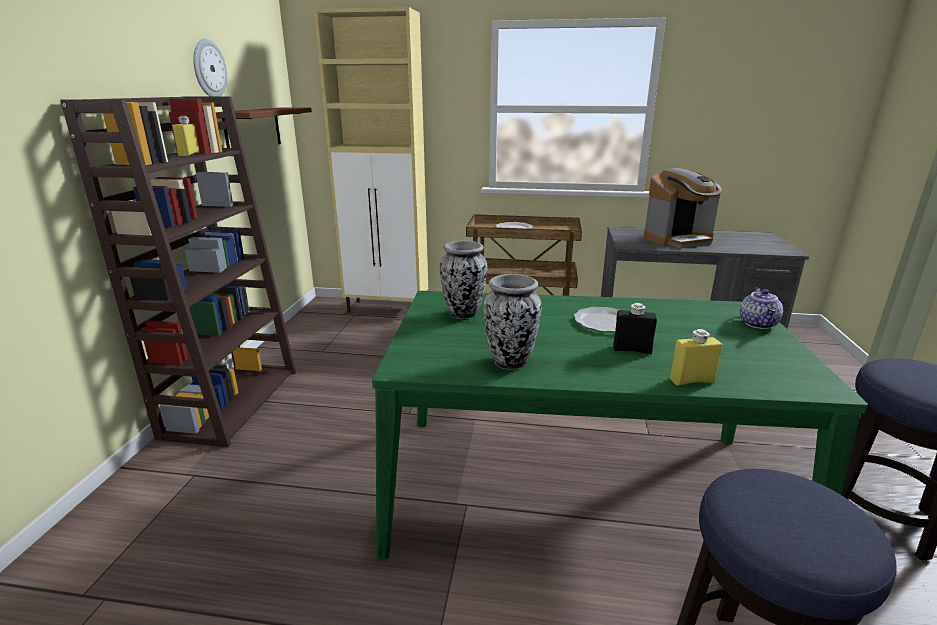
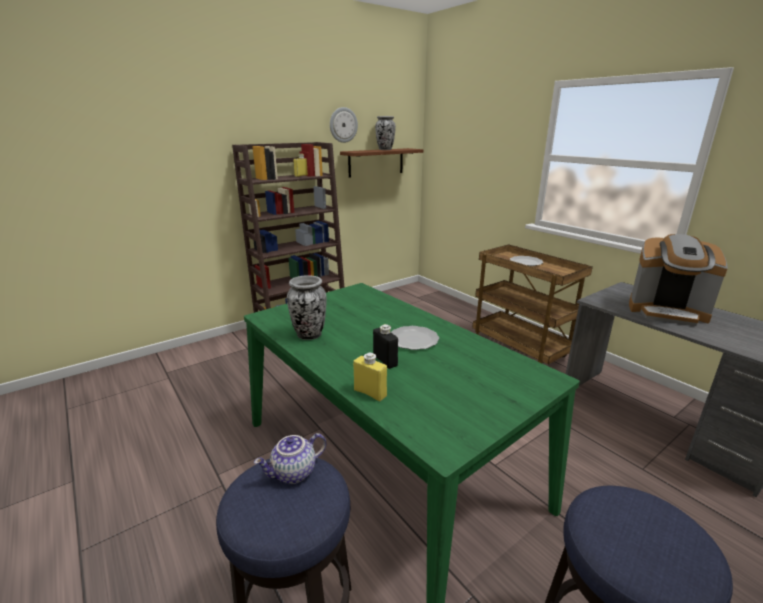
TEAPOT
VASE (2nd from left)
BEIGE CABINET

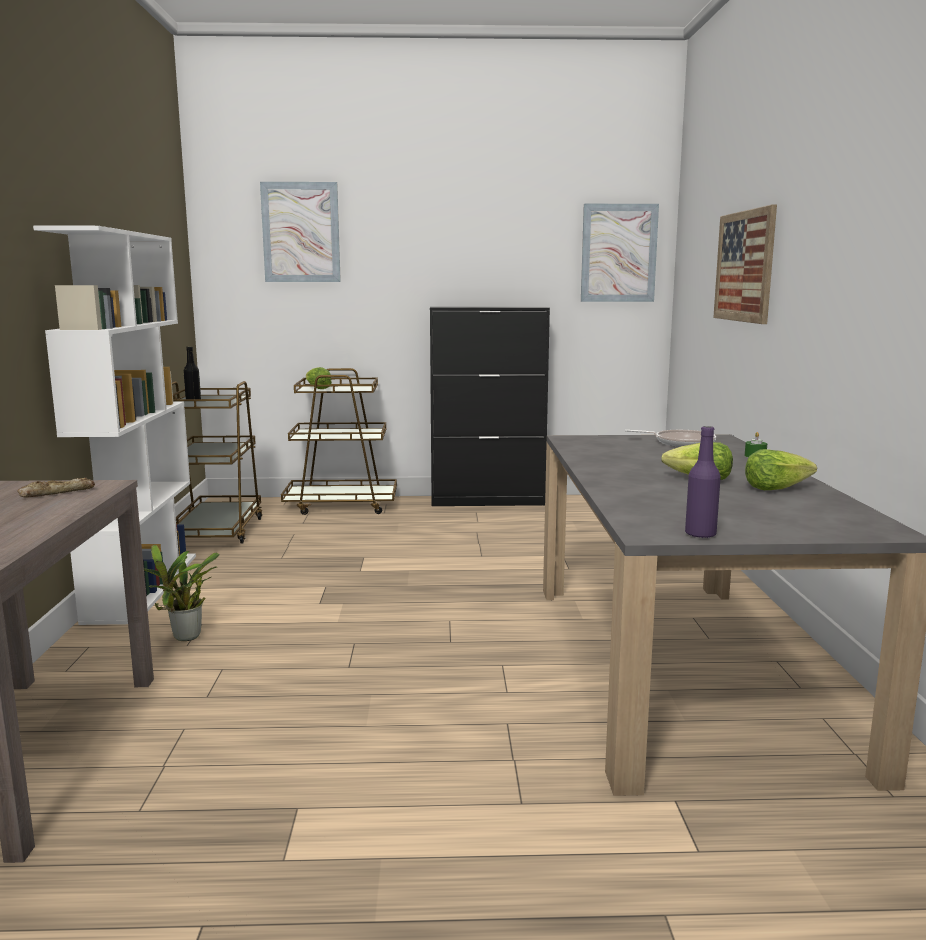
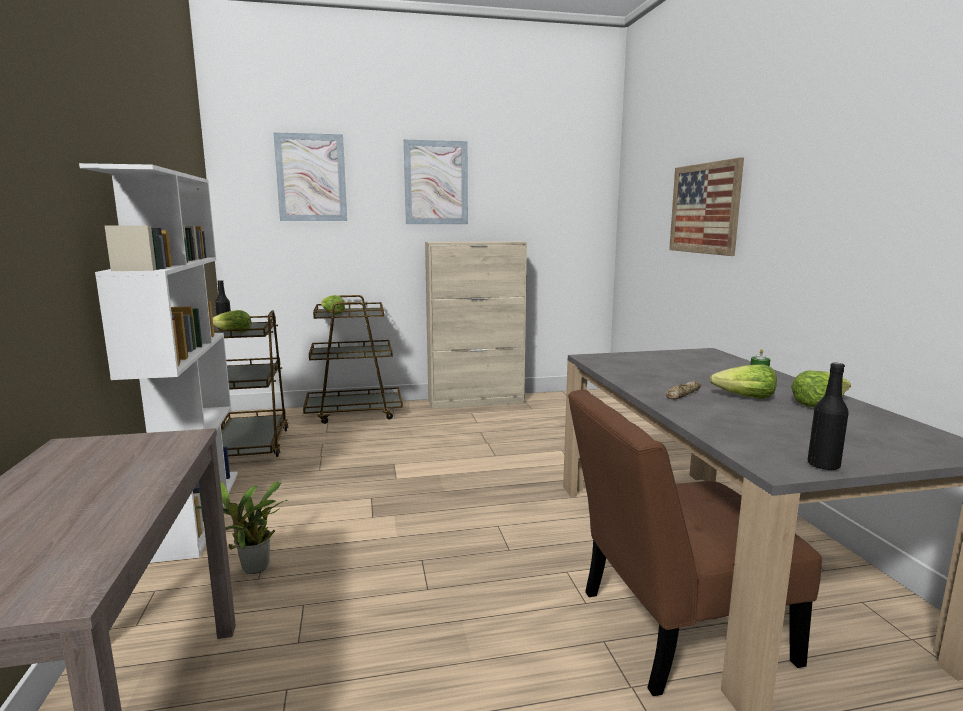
LETTUCE (1st from left)
PICTURE (2nd from left)
BEIGE CABINET
BROWN CHAIR
BREAD
BLACK BOTTLE (2nd from left)
FRYING PAN

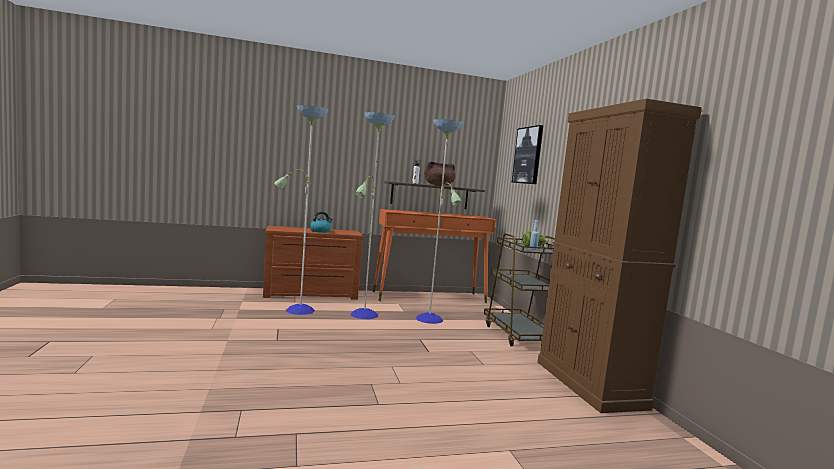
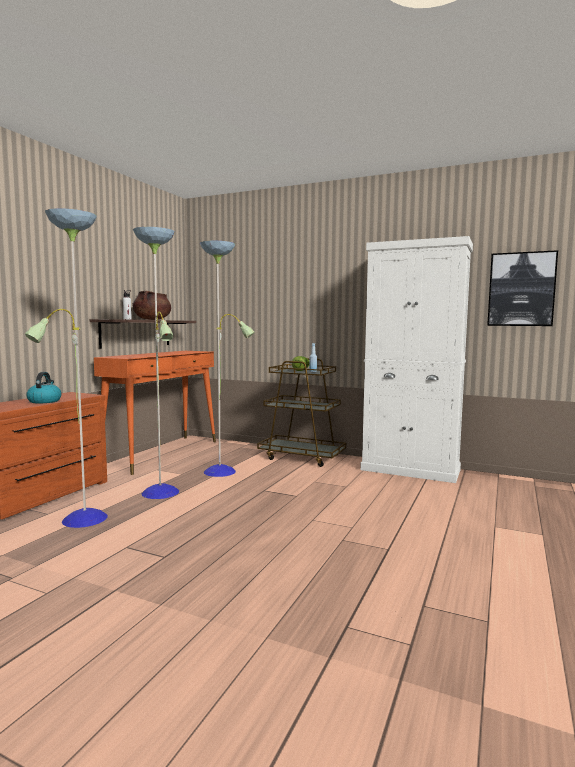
WHITE CABINET
PICTURE

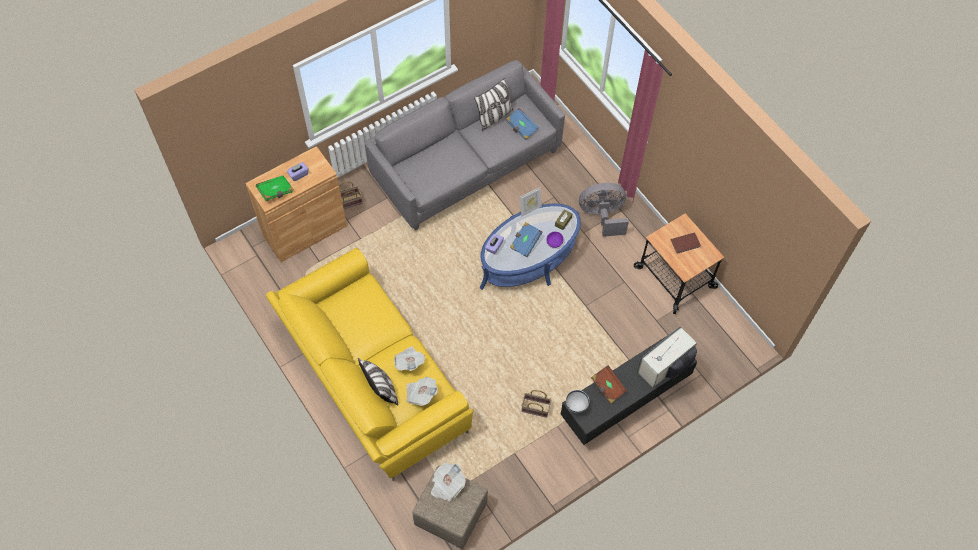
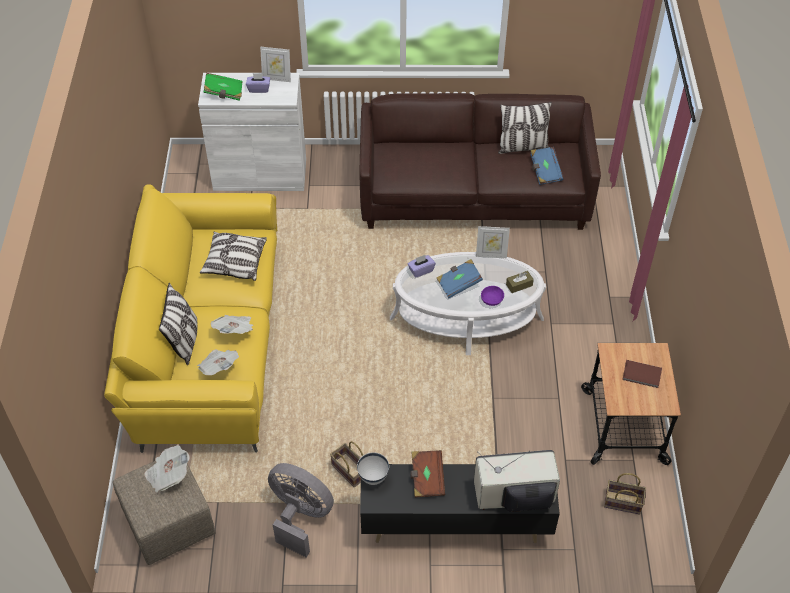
WHITE CABINET
PILLOW (2nd from left)
PICTURE FRAME (1st from left)
GREY FAN
BROWN SOFA
WHITE COFFEE TABLE
BASKET (2nd from left)

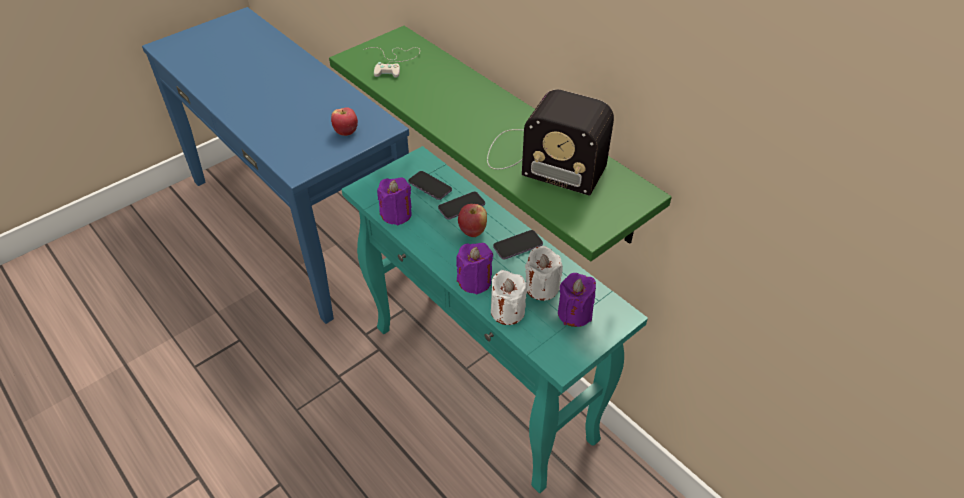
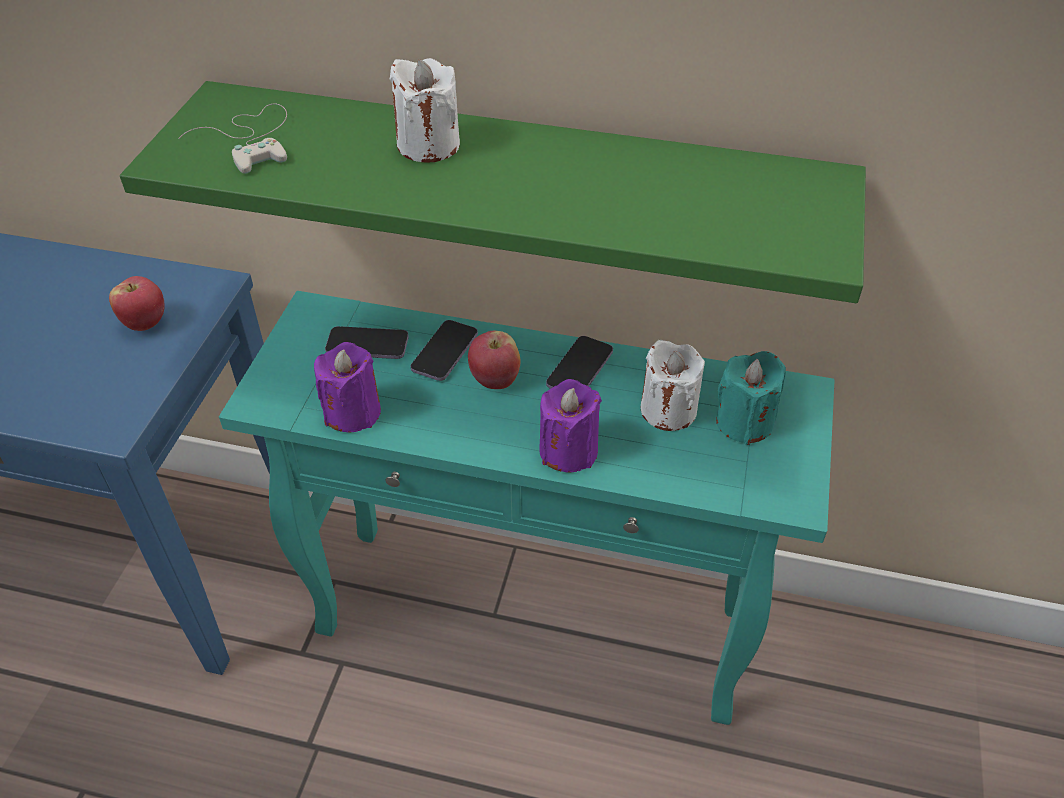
WHITE CANDLE (1st from left)
TURQUOISE CANDLE
RADIO

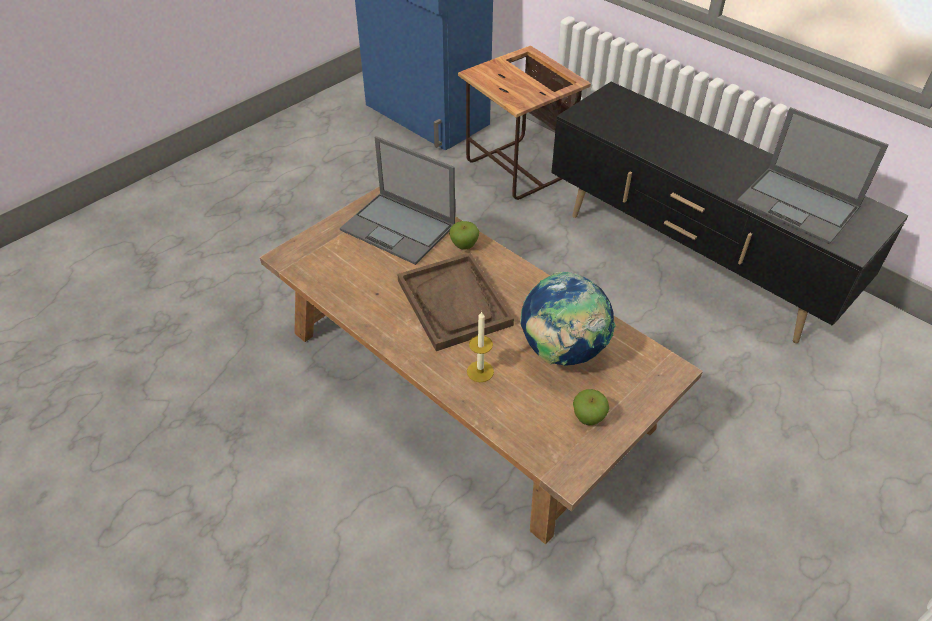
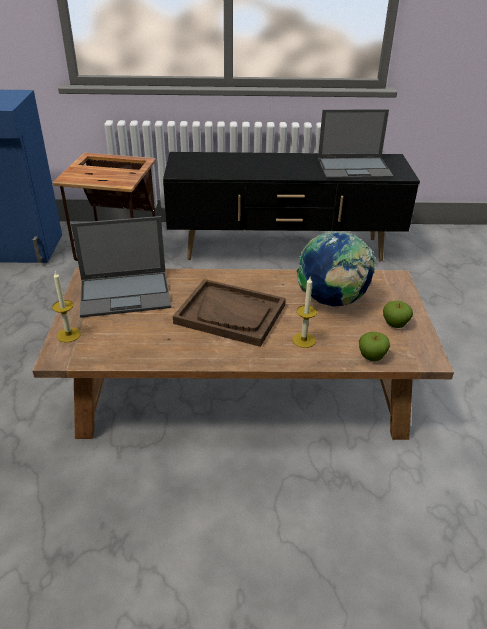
CANDLE (1st from left)
APPLE (1st from left)

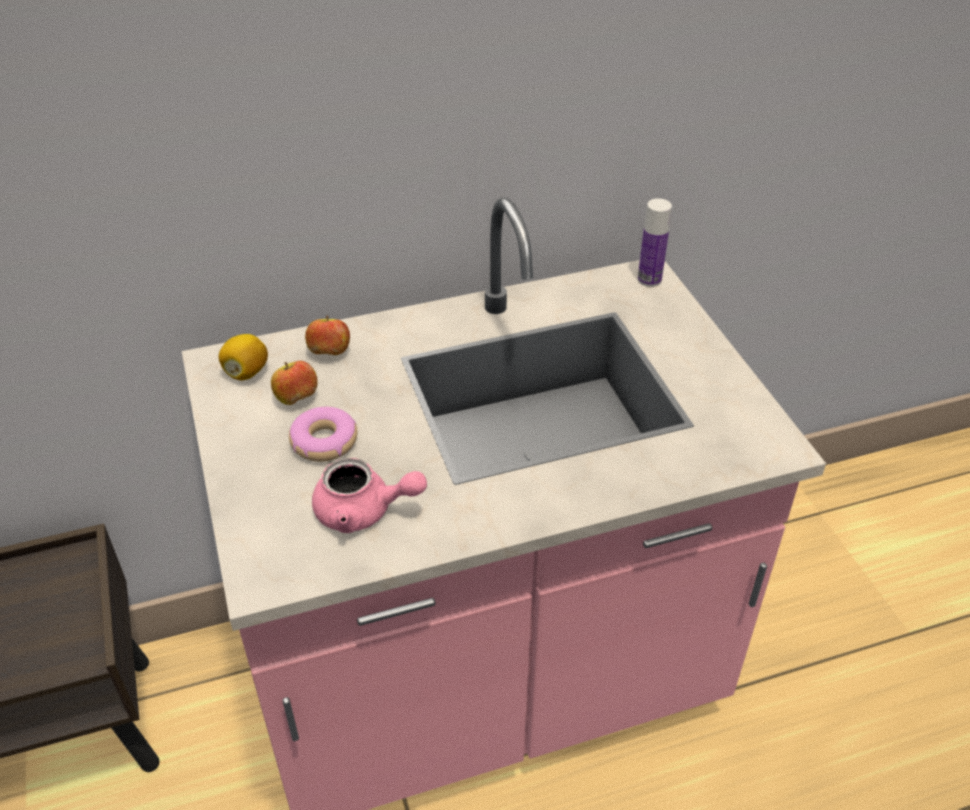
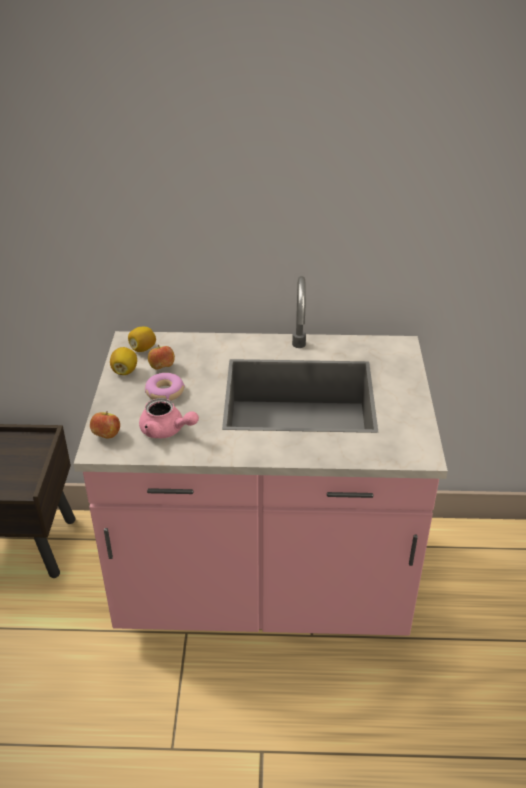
APPLE (1st from left)
LEMON (1st from left)
BOTTLE

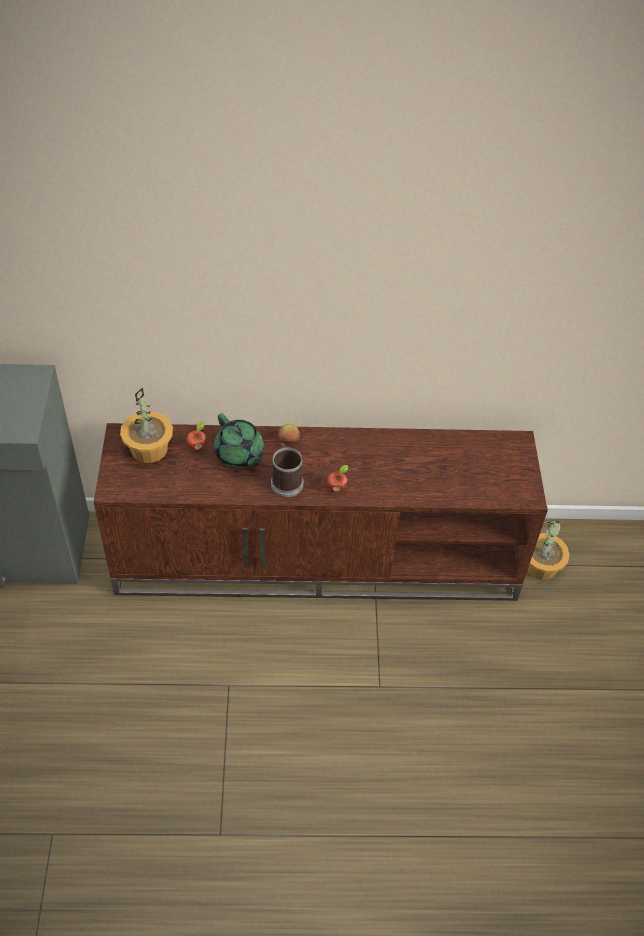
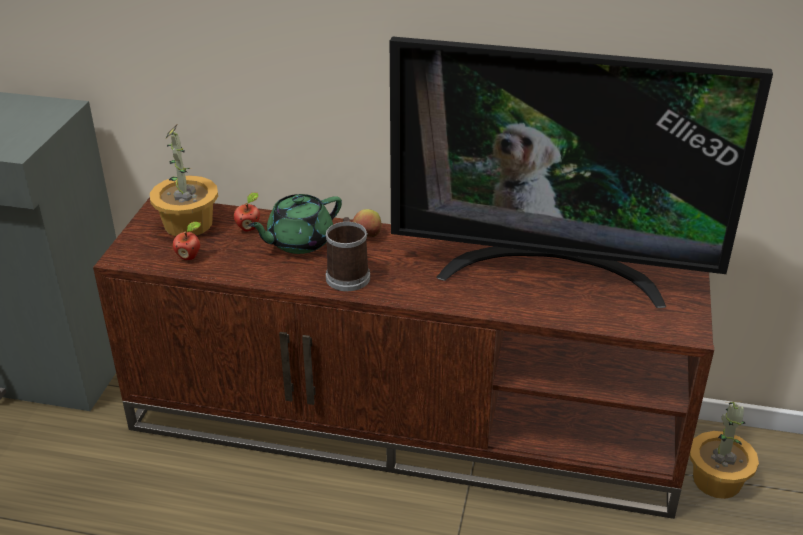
APPLE (1st from left)
GREEN TEAPOT
TELEVISION

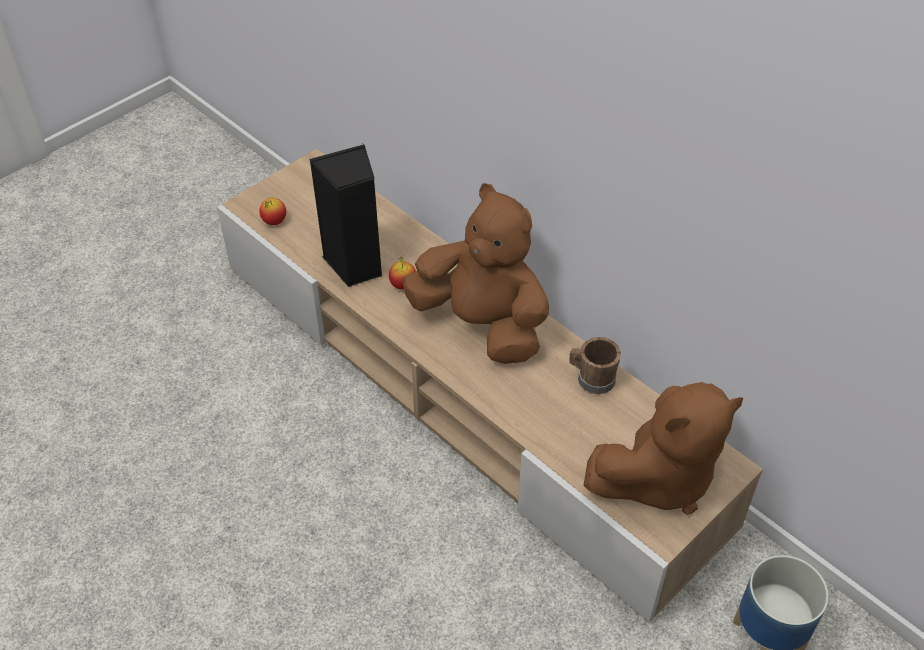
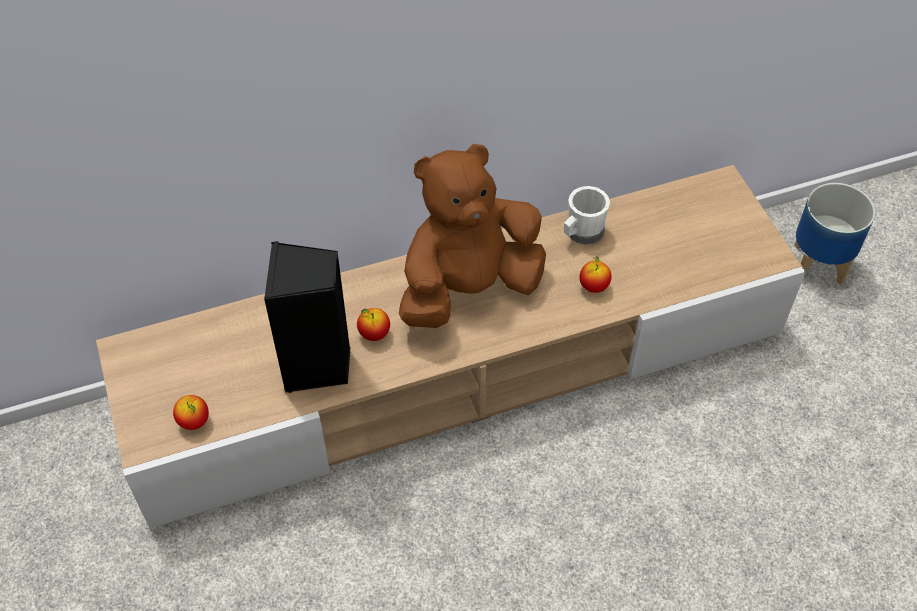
WHITE MUG
APPLE (3rd from left)
BROWN PLUSH TOY (2nd from left in the first image)

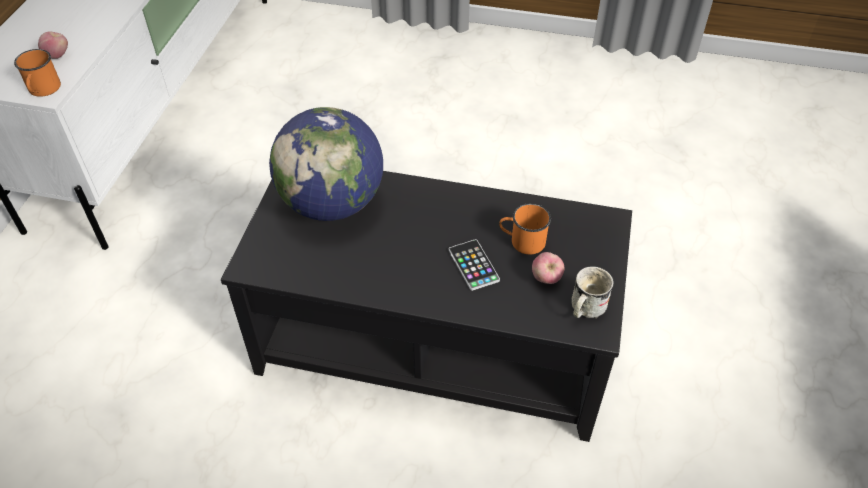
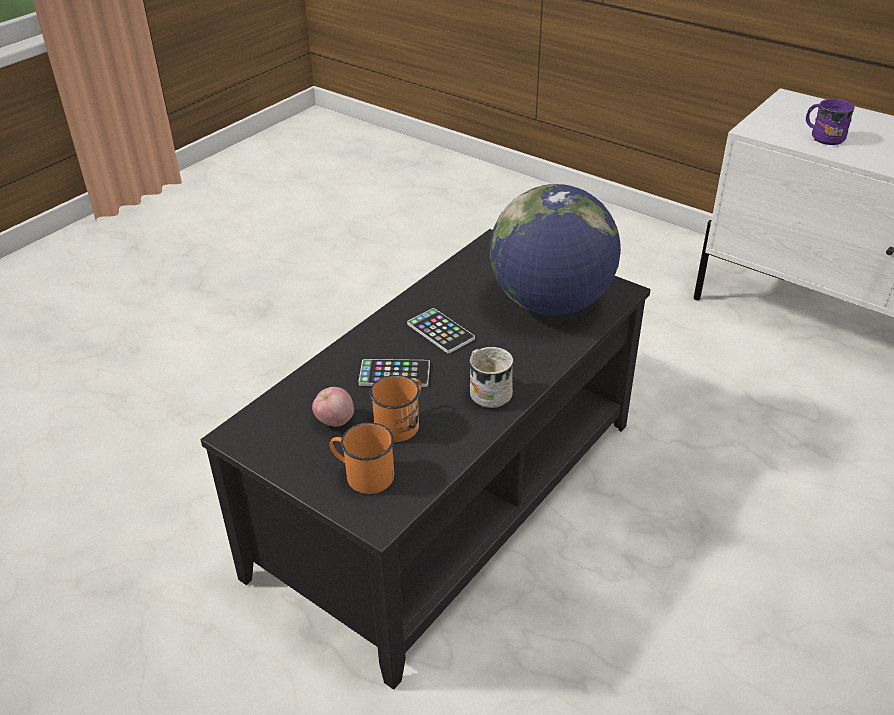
ORANGE MUG (1st from left)
PHONE (2nd from left)
WHITE MUG
PURPLE MUG

